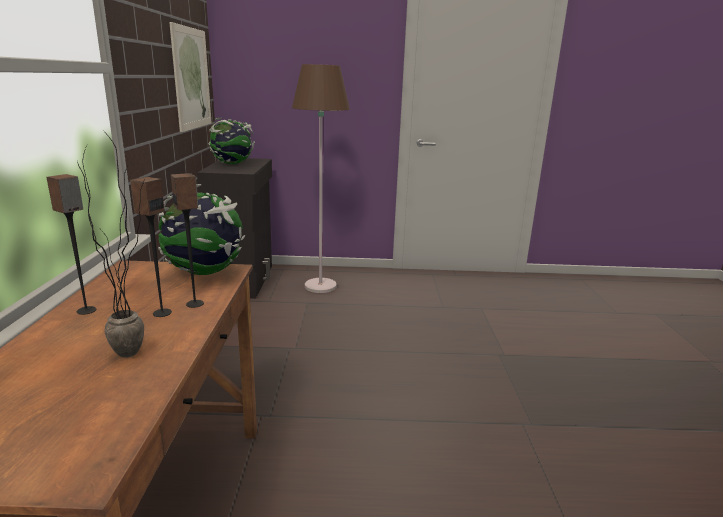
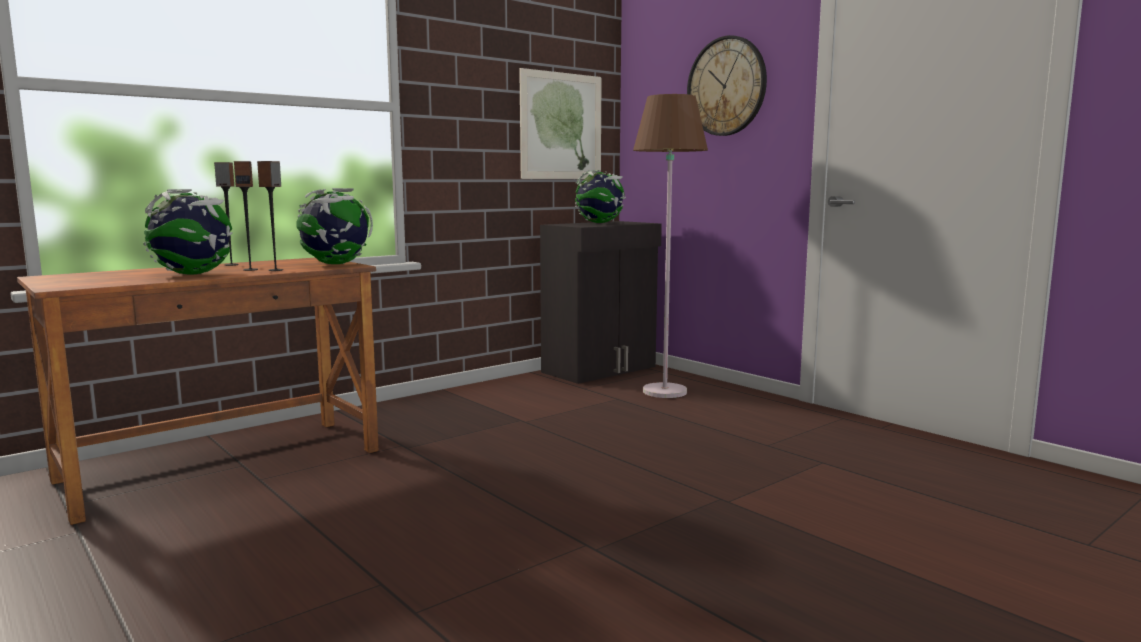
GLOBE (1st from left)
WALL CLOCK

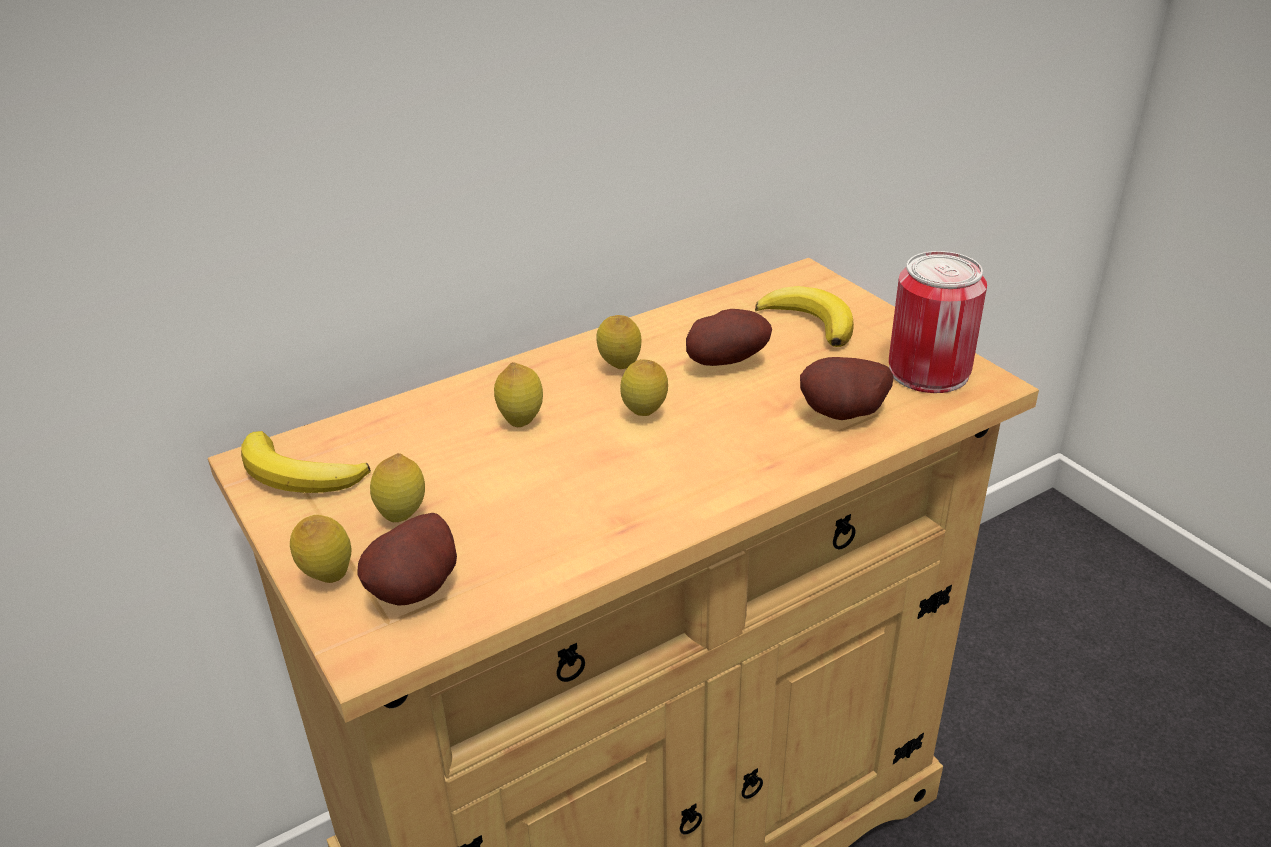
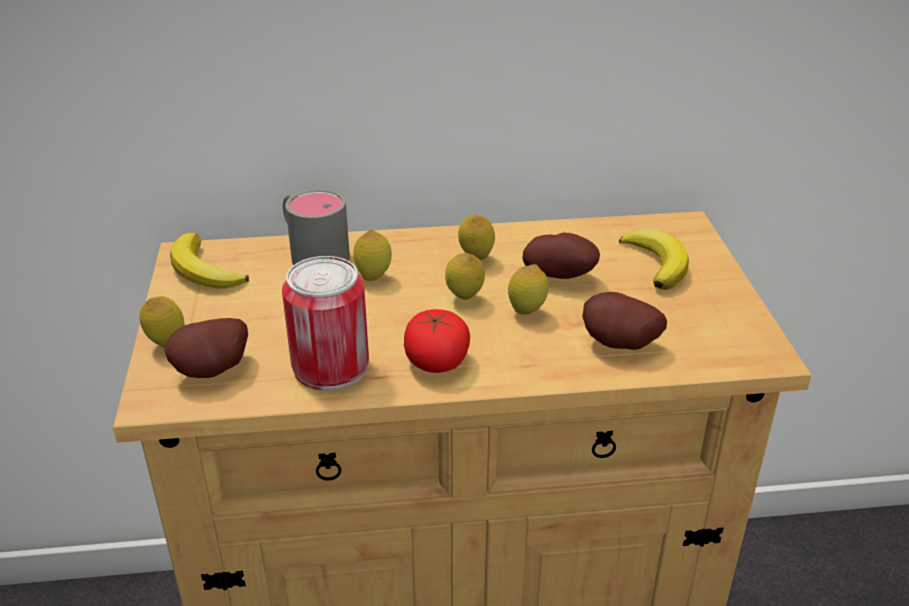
CAN
GREY MUG
TOMATO
LEMON (5th from left)

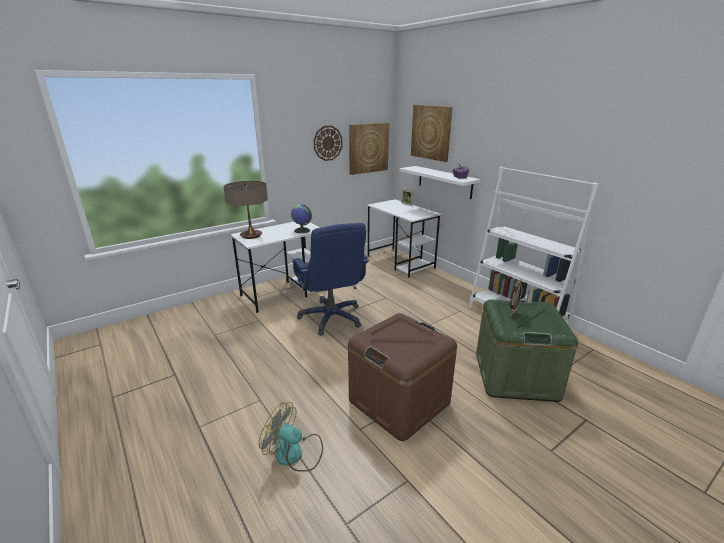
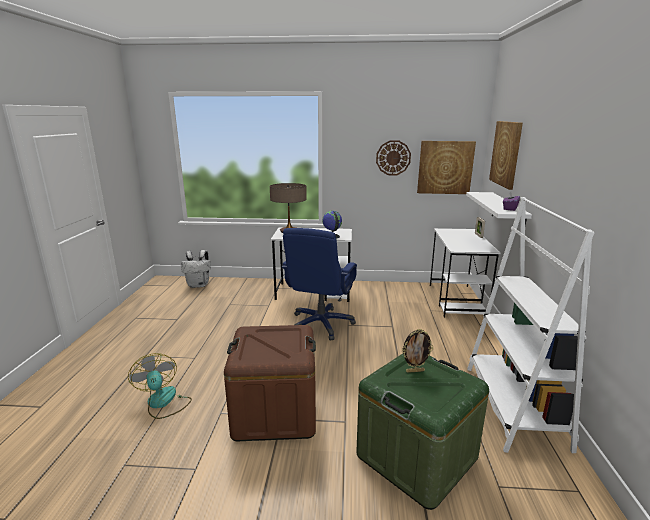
WHITE BACKPACK

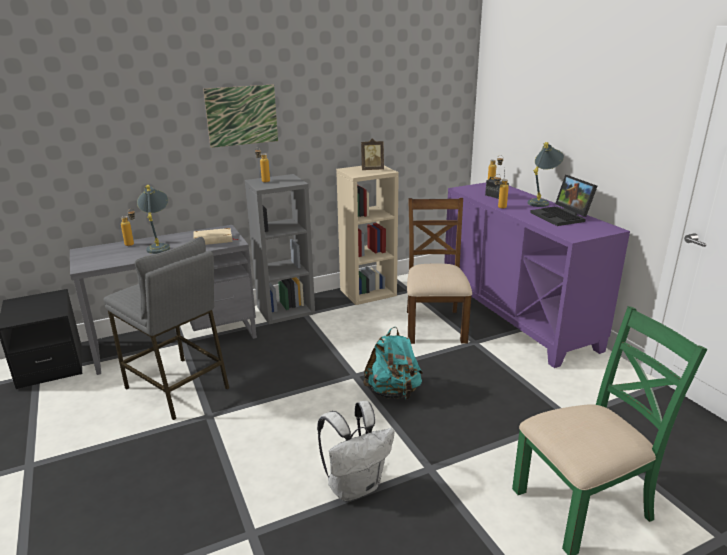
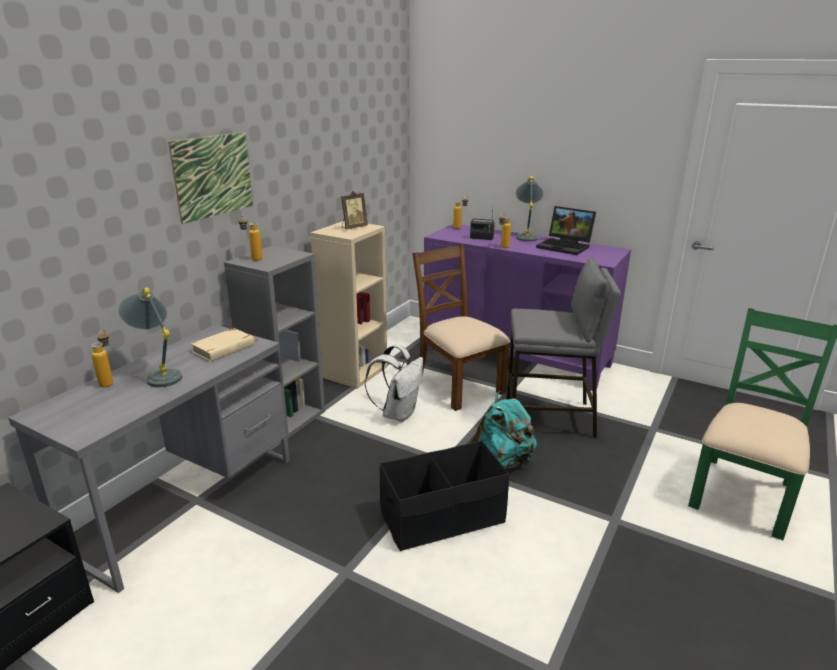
WHITE BACKPACK
BLACK STORAGE BOX
GREY STOOL

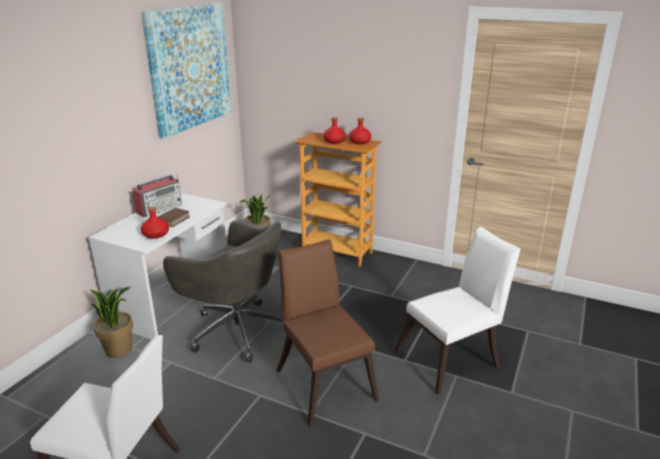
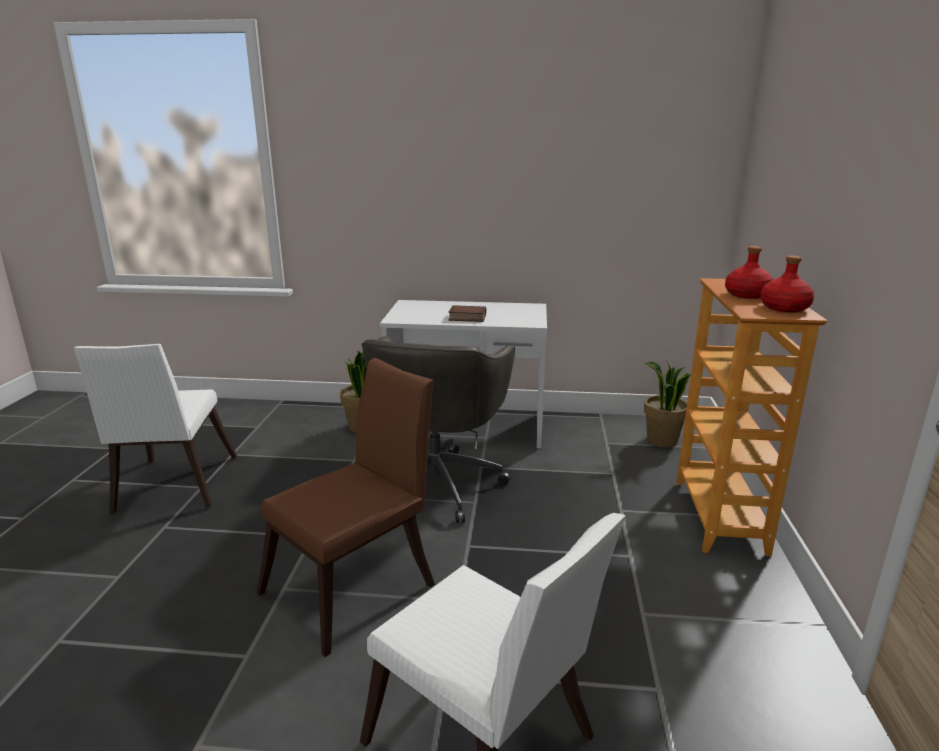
RADIO
PICTURE
RED BOTTLE (1st from left in the first image)

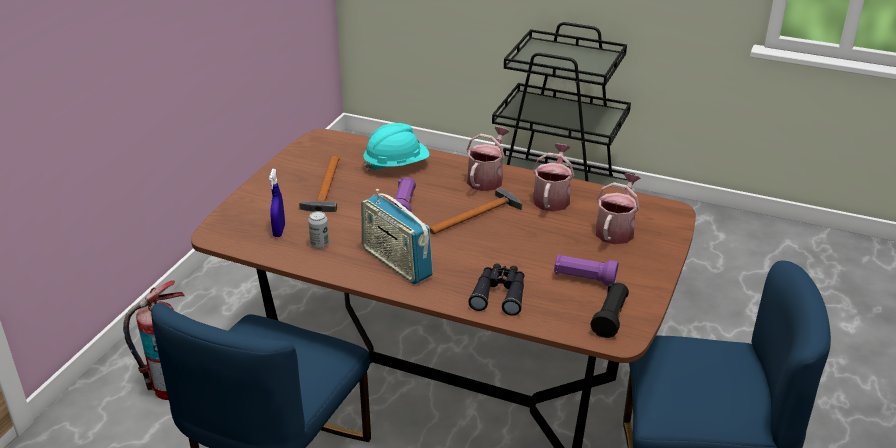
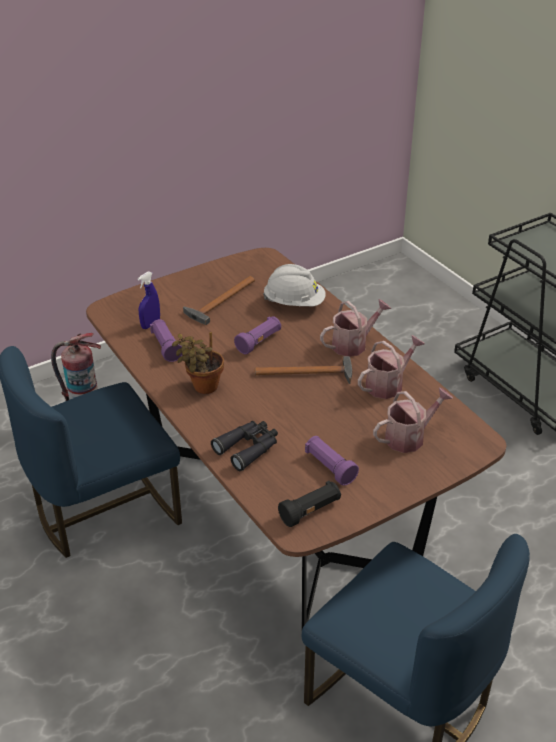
PURPLE FLASHLIGHT (1st from left)
POTTED PLANT
WHITE HARD HAT

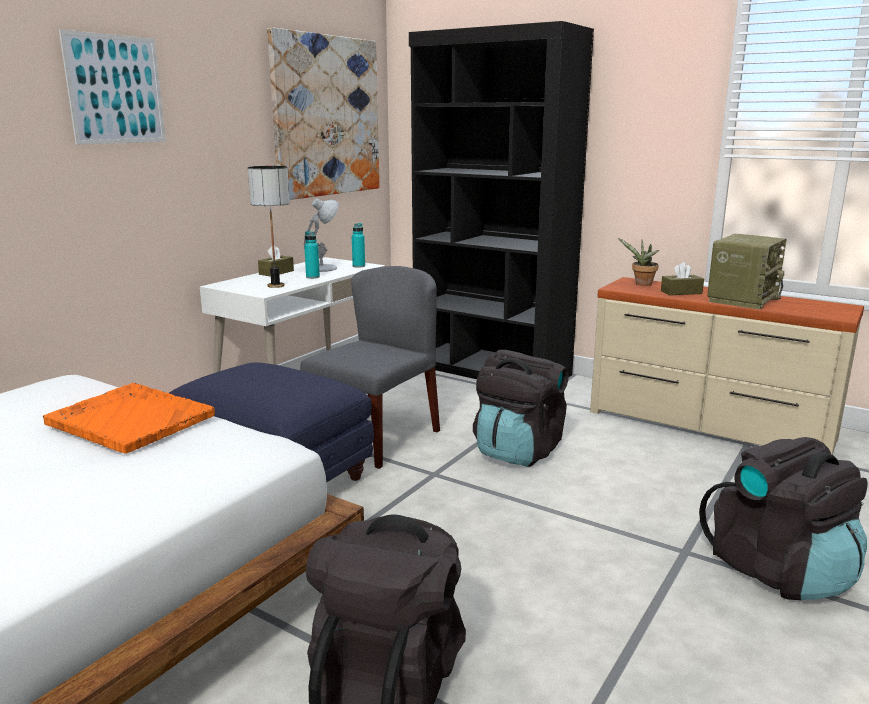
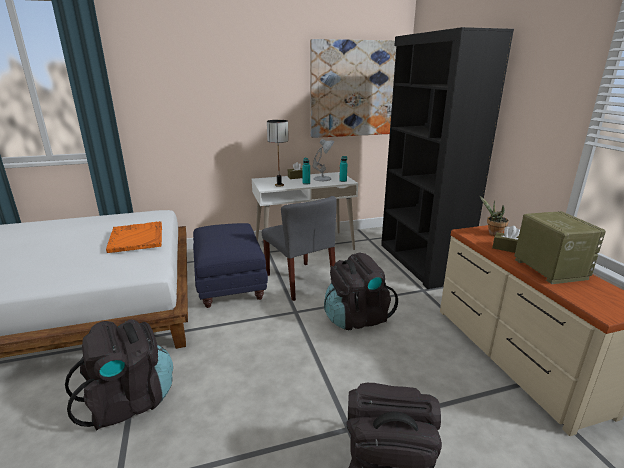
GREY CHAIR
RADIO
PICTURE (1st from left in the first image)

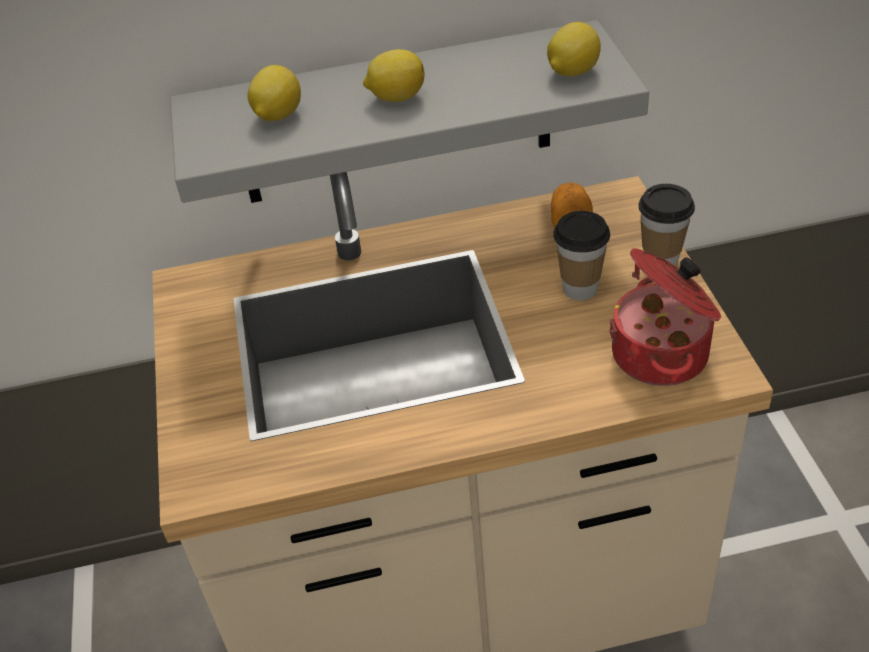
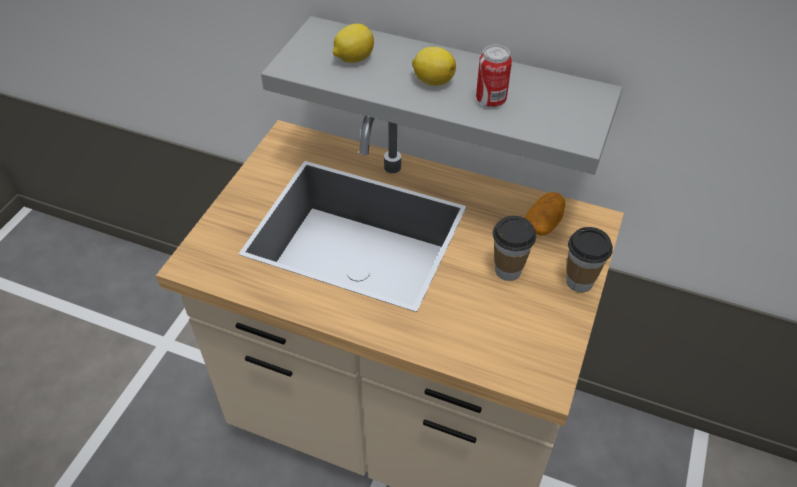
CAN
LEMON (3rd from left in the first image)
COOKING POT

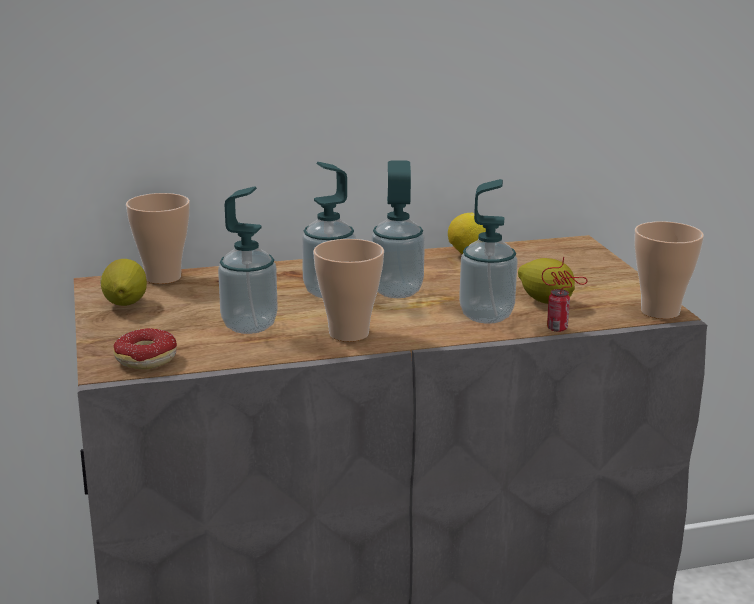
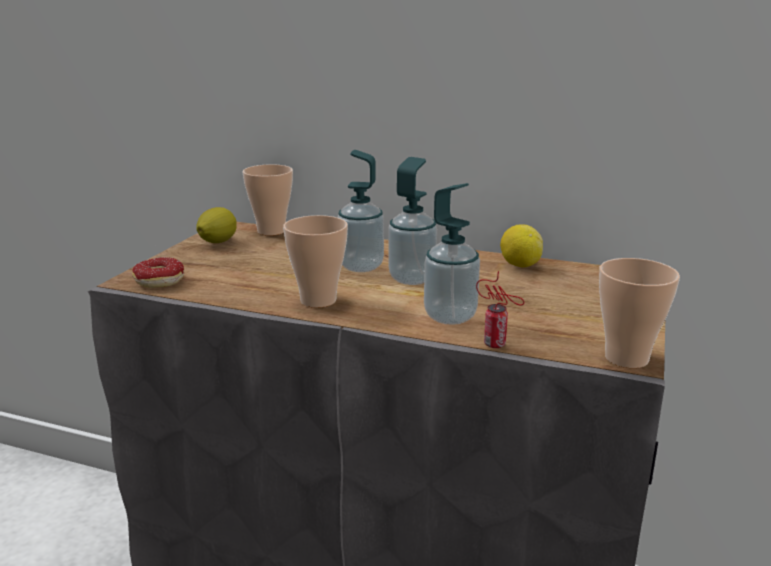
SOAP DISPENSER (1st from left in the first image)
LEMON (3rd from left in the first image)

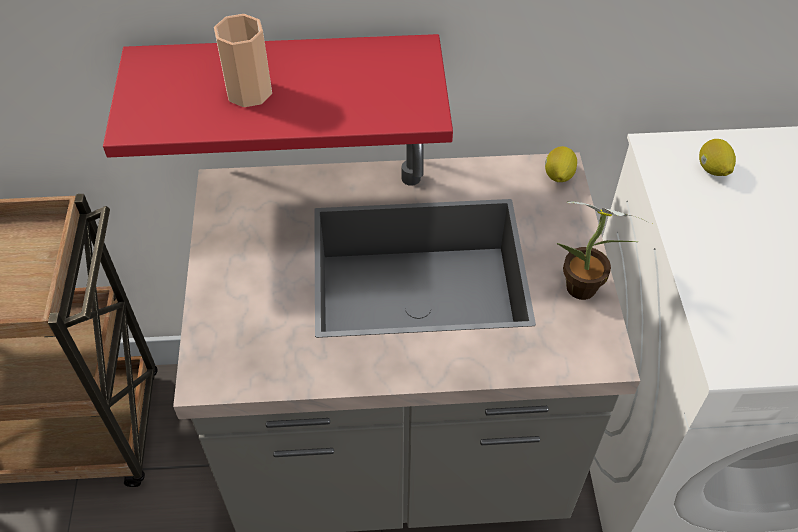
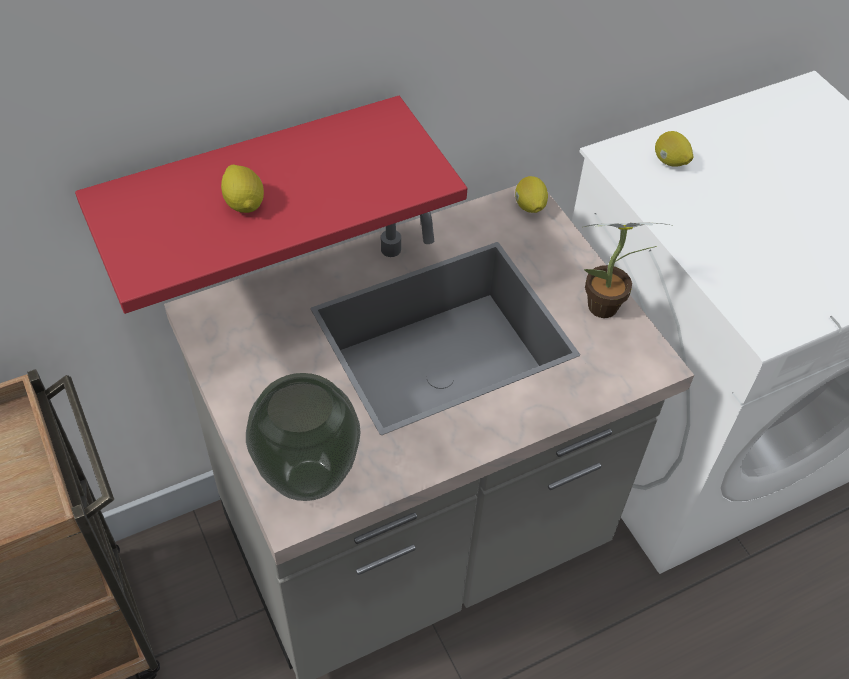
LEMON (1st from left)
VASE

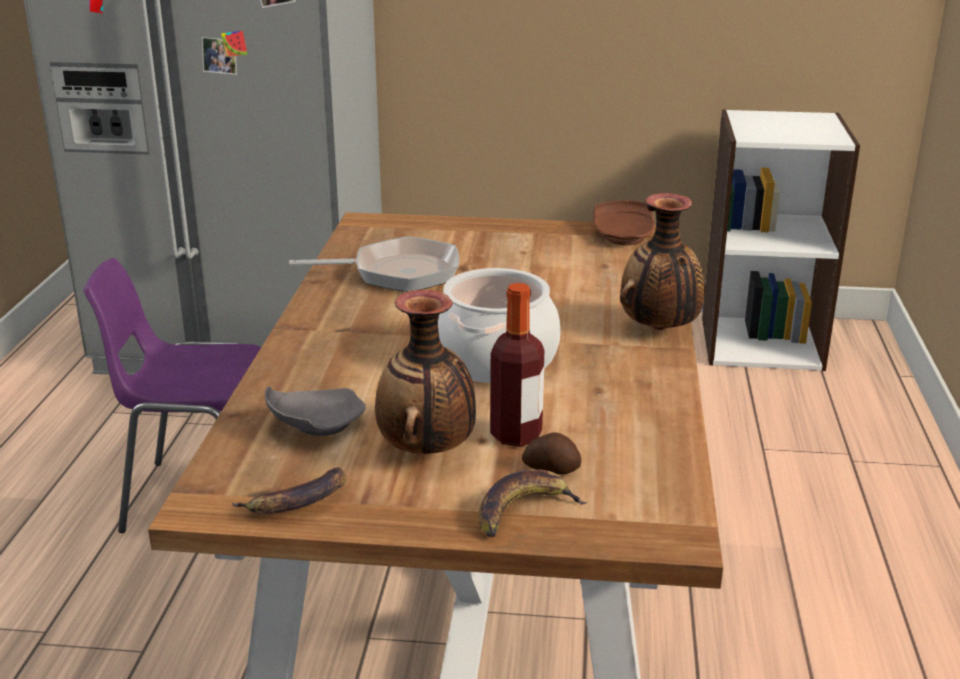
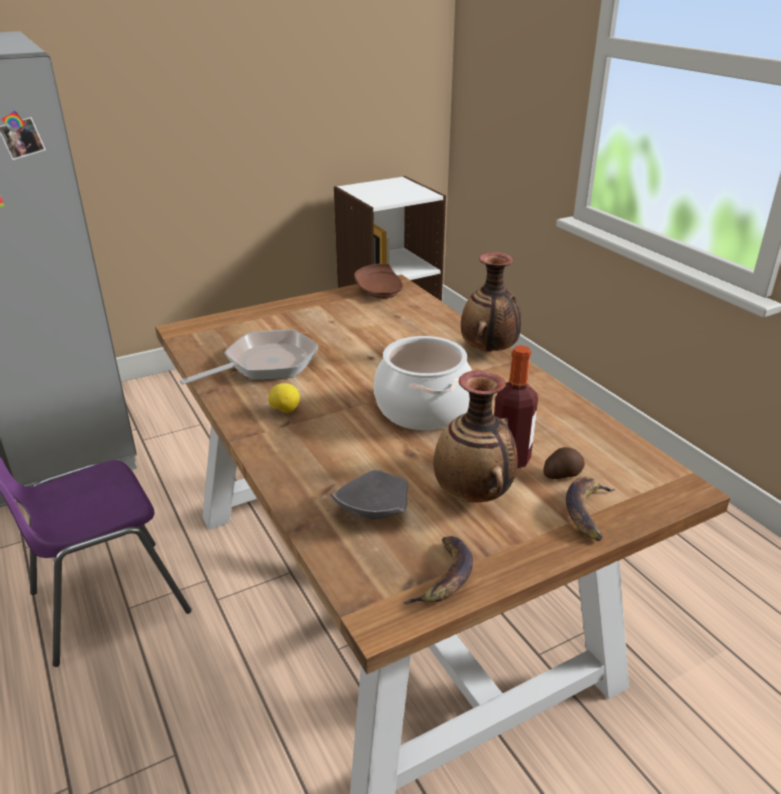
LEMON

